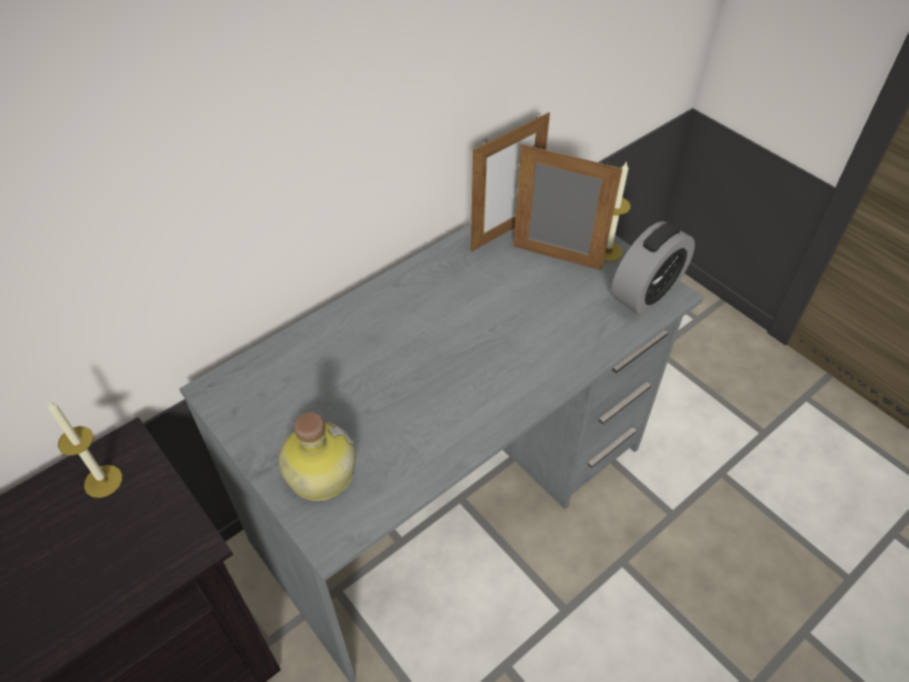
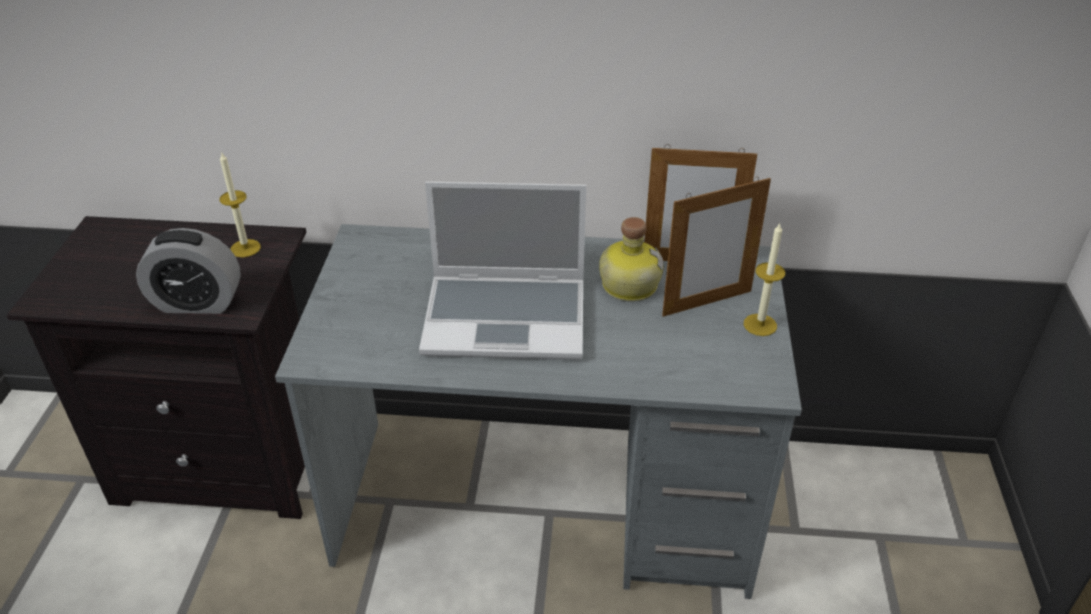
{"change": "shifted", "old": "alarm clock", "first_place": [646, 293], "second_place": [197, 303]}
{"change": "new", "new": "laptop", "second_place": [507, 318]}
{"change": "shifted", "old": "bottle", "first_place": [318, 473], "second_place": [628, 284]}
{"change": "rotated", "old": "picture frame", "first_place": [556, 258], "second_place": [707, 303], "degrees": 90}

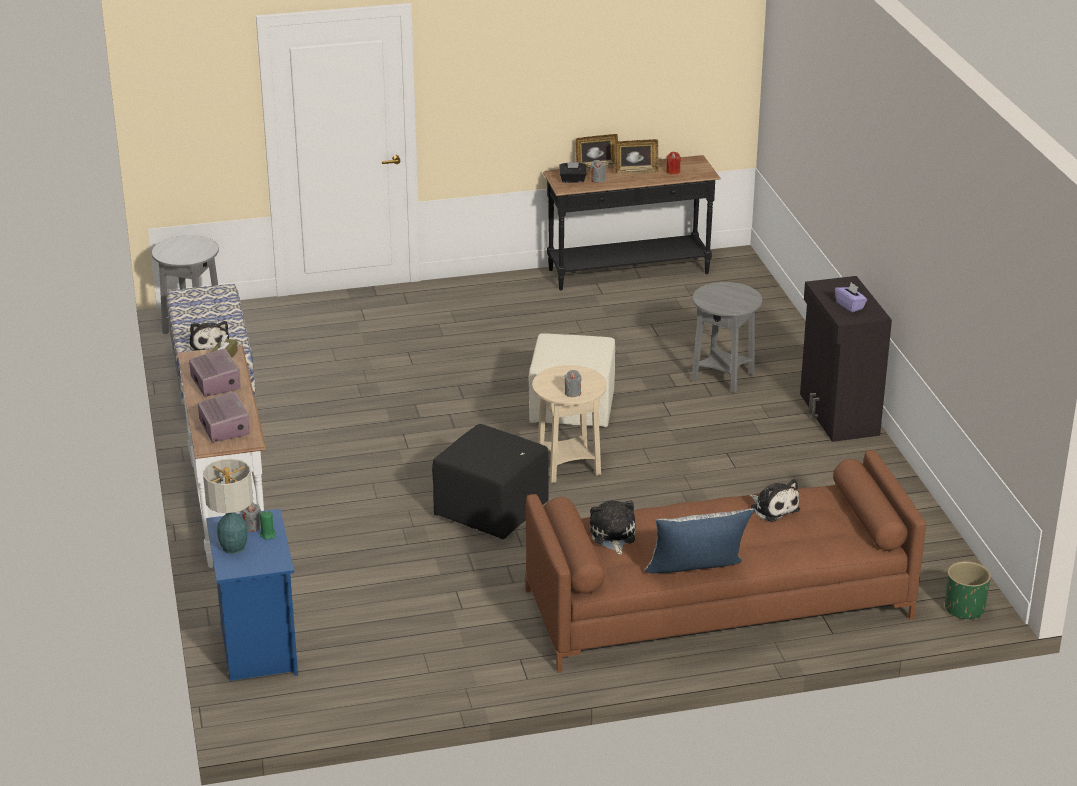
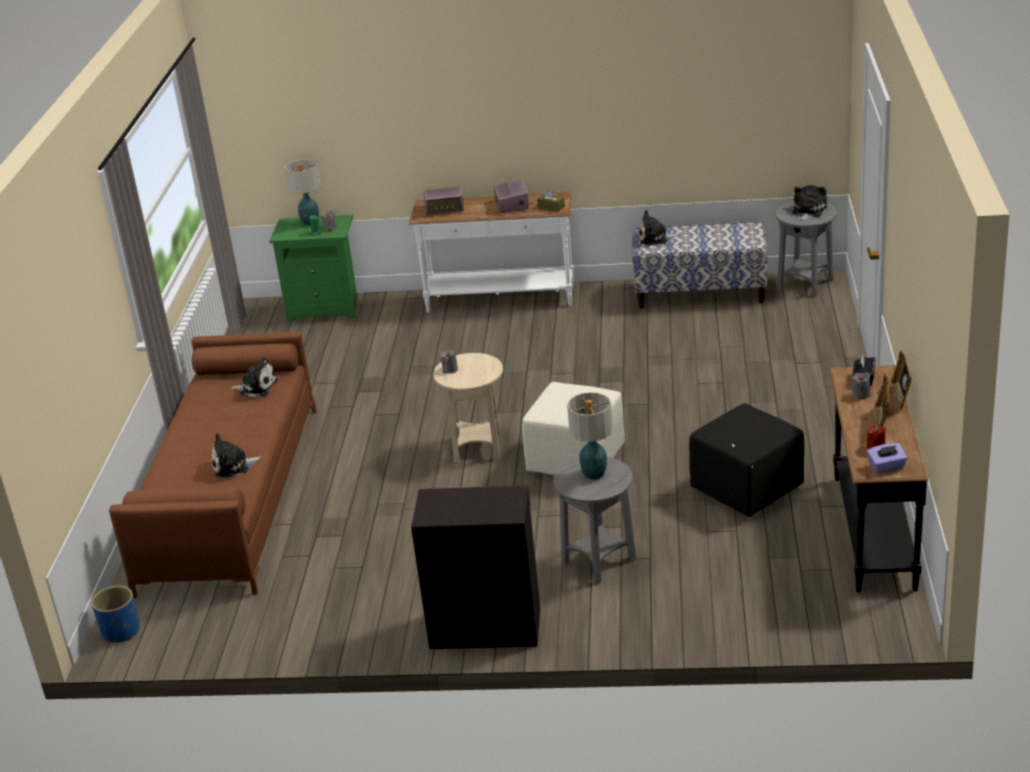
{"change": "repainted", "old": "green planter", "new": "blue planter", "first_place": [964, 609], "second_place": [121, 631]}
{"change": "repainted", "old": "blue nightstand", "new": "green nightstand", "first_place": [257, 649], "second_place": [326, 308]}
{"change": "rotated", "old": "radio", "first_place": [216, 383], "second_place": [512, 205], "degrees": -90}
{"change": "new", "new": "table lamp", "second_place": [594, 474]}
{"change": "shifted", "old": "black ottoman", "first_place": [492, 512], "second_place": [746, 489]}
{"change": "new", "new": "plush toy", "second_place": [808, 211]}
{"change": "shifted", "old": "purple tissue box", "first_place": [850, 306], "second_place": [886, 467]}
{"change": "gone", "old": "pillow", "first_place": [696, 575]}

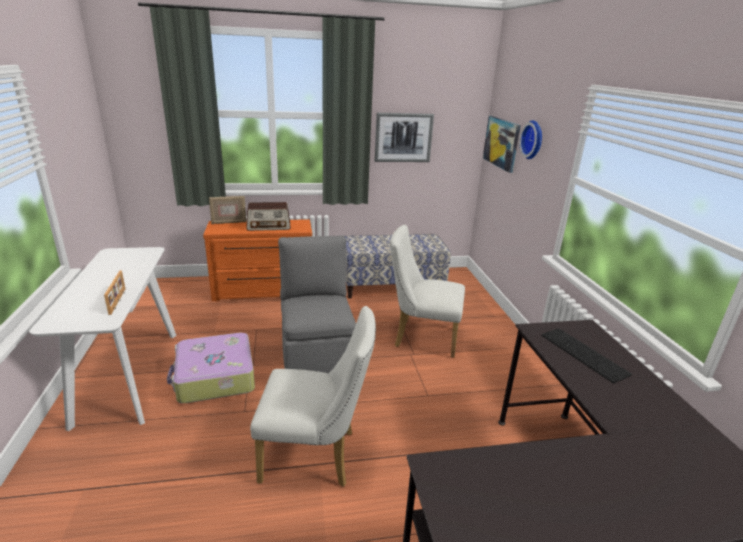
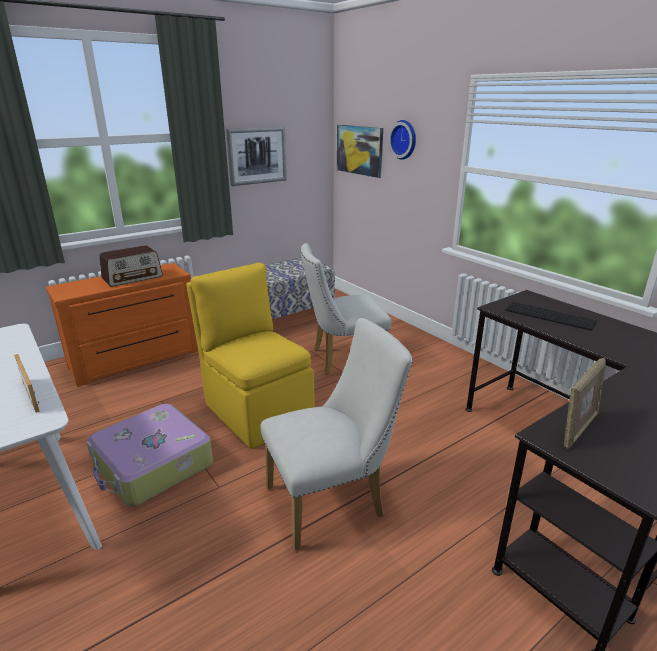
{"change": "repainted", "old": "grey chair", "new": "yellow chair", "first_place": [317, 360], "second_place": [257, 410]}
{"change": "shifted", "old": "picture frame", "first_place": [229, 222], "second_place": [578, 429]}

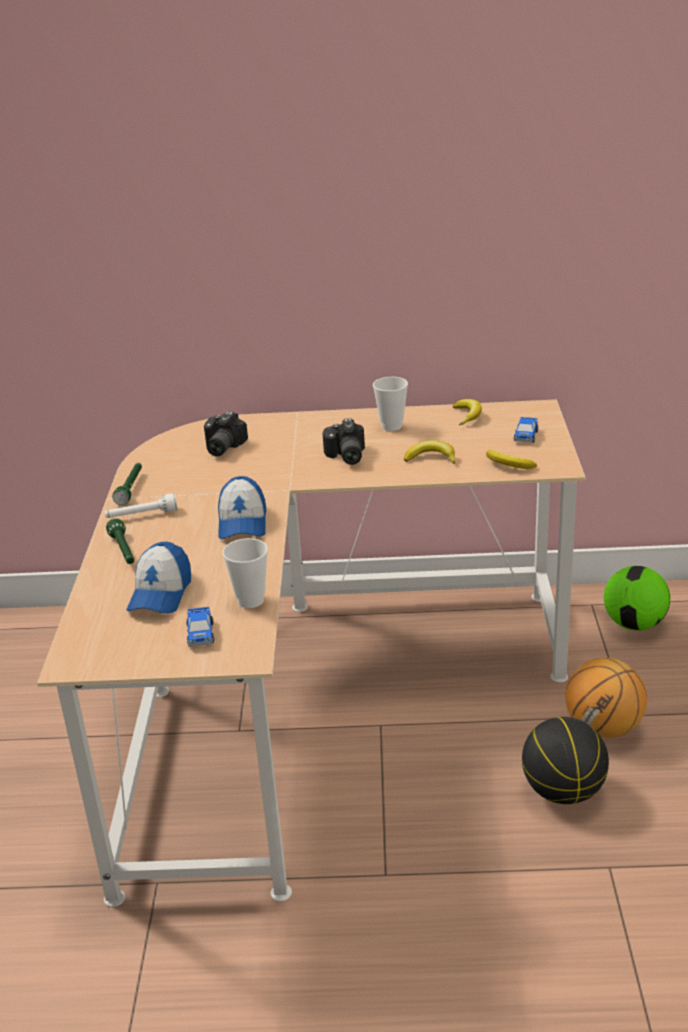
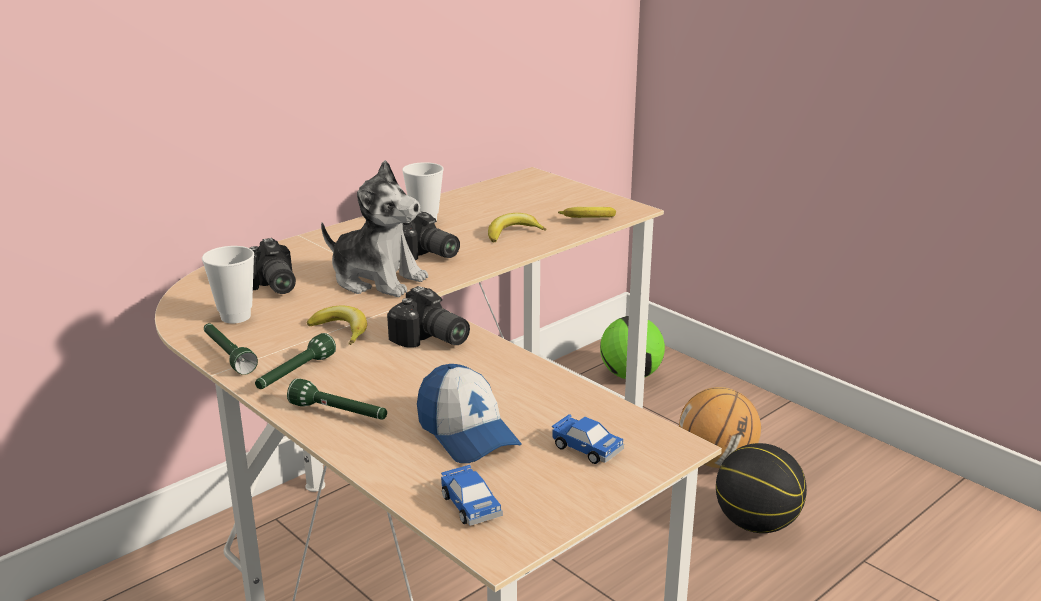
{"change": "shifted", "old": "cup", "first_place": [250, 600], "second_place": [235, 317]}
{"change": "repainted", "old": "white flashlight", "new": "green flashlight", "first_place": [142, 515], "second_place": [295, 374]}
{"change": "shifted", "old": "banana", "first_place": [467, 416], "second_place": [341, 330]}
{"change": "new", "new": "plush toy", "second_place": [377, 279]}
{"change": "swapped", "old": "cap", "new": "photo camera", "first_place": [242, 523], "second_place": [430, 340]}
{"change": "shifted", "old": "toy car", "first_place": [526, 436], "second_place": [470, 505]}

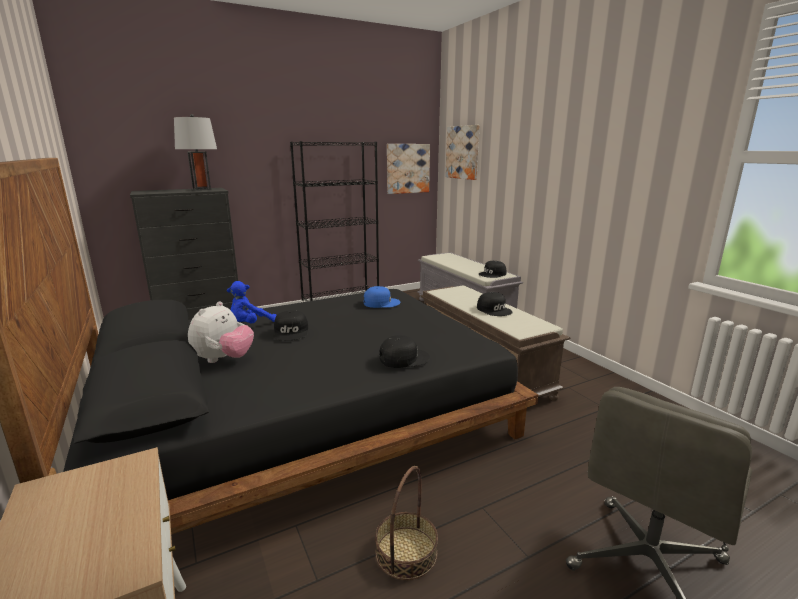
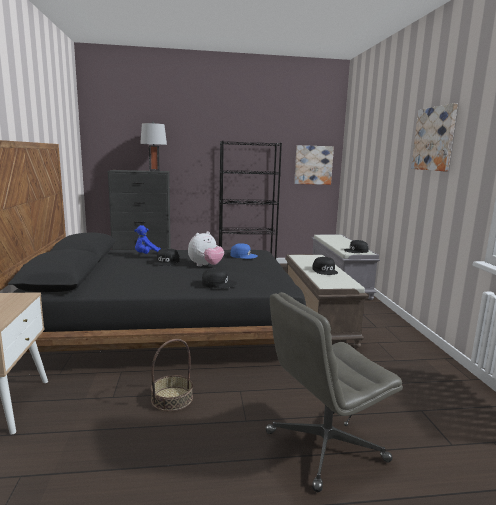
{"change": "shifted", "old": "plush toy", "first_place": [224, 359], "second_place": [205, 266]}
{"change": "shifted", "old": "picture", "first_place": [463, 152], "second_place": [434, 139]}

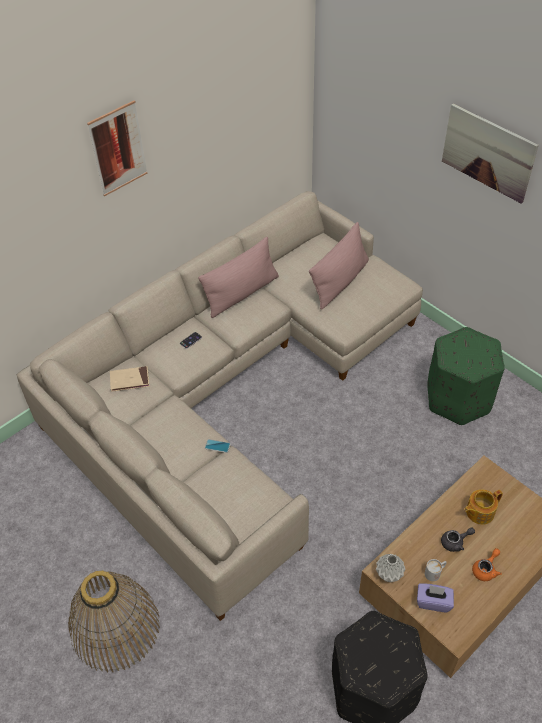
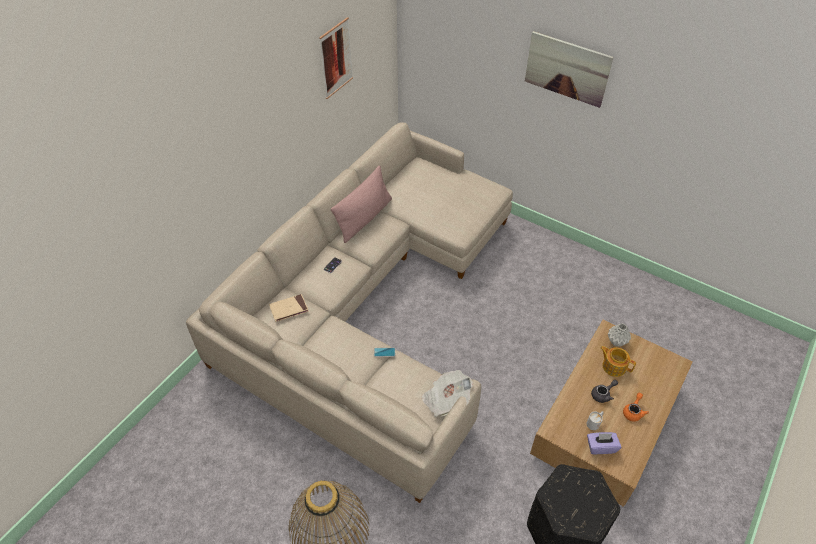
{"change": "shifted", "old": "picture", "first_place": [118, 149], "second_place": [336, 58]}
{"change": "new", "new": "newspaper", "second_place": [446, 400]}
{"change": "rotated", "old": "teapot", "first_place": [479, 512], "second_place": [613, 366], "degrees": 75}
{"change": "shifted", "old": "grey vase", "first_place": [388, 574], "second_place": [616, 342]}
{"change": "gone", "old": "pink pillow", "first_place": [340, 282]}
{"change": "gone", "old": "green ottoman", "first_place": [458, 398]}

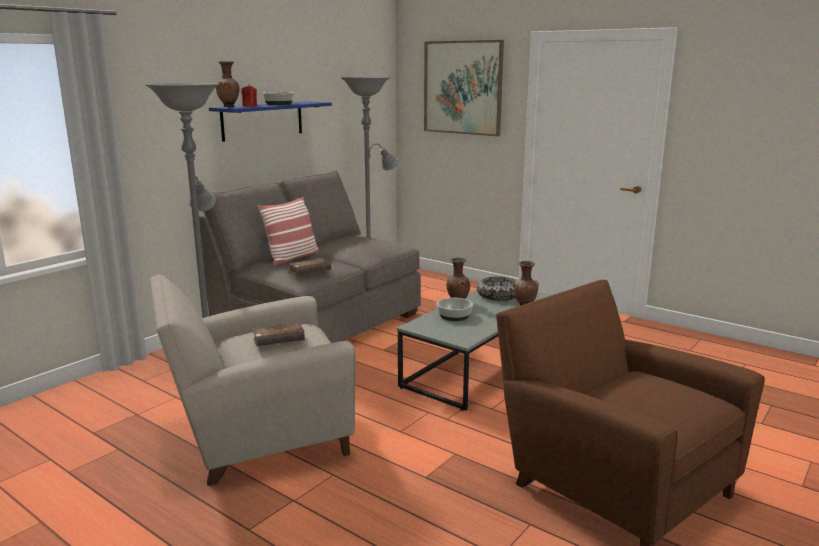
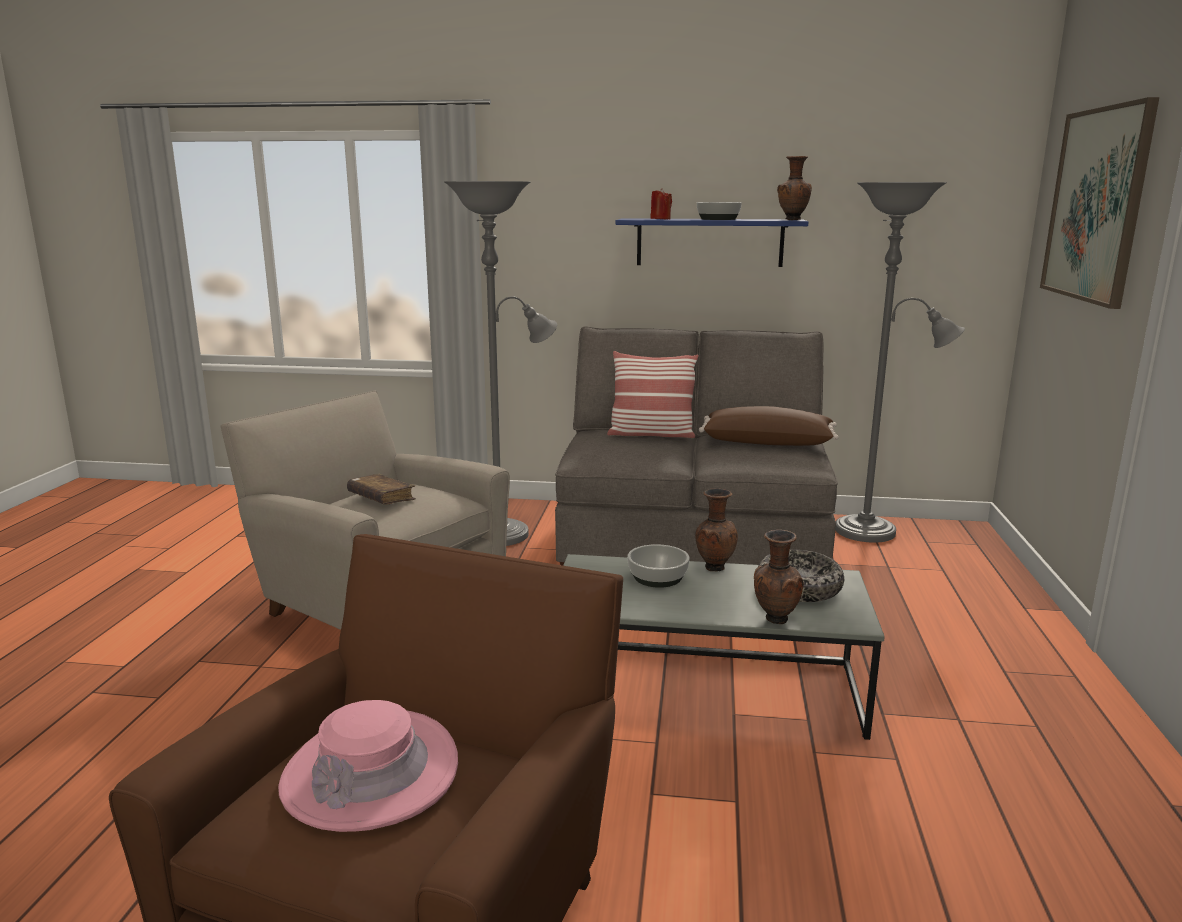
{"change": "new", "new": "pink hat", "second_place": [370, 772]}
{"change": "new", "new": "brown pillow", "second_place": [767, 442]}
{"change": "shifted", "old": "brown vase", "first_place": [229, 107], "second_place": [792, 220]}
{"change": "gone", "old": "brown book", "first_place": [309, 272]}

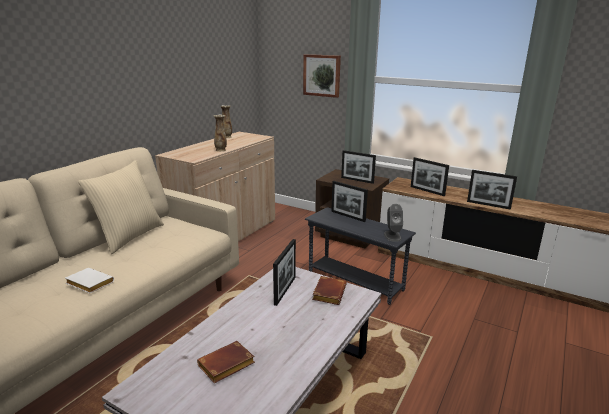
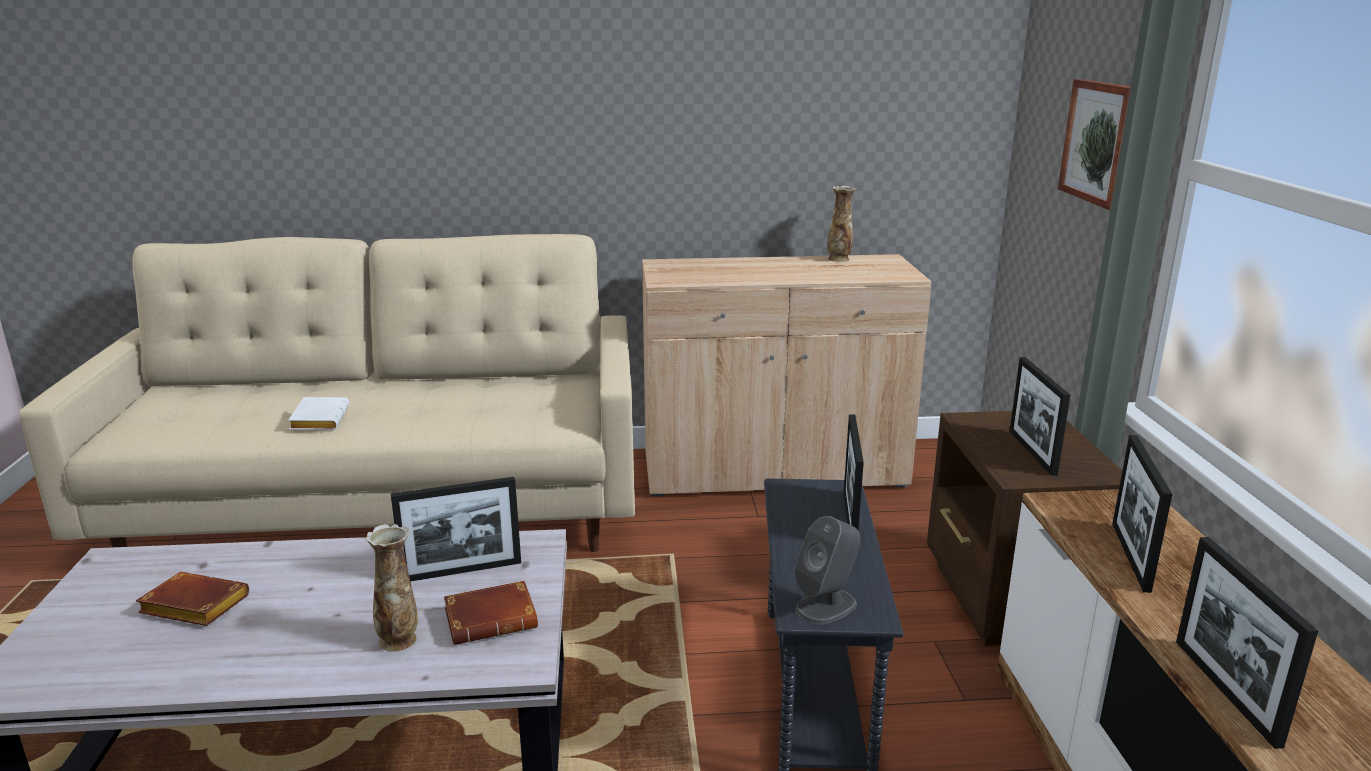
{"change": "shifted", "old": "vase", "first_place": [221, 150], "second_place": [399, 640]}
{"change": "gone", "old": "beige pillow", "first_place": [129, 236]}

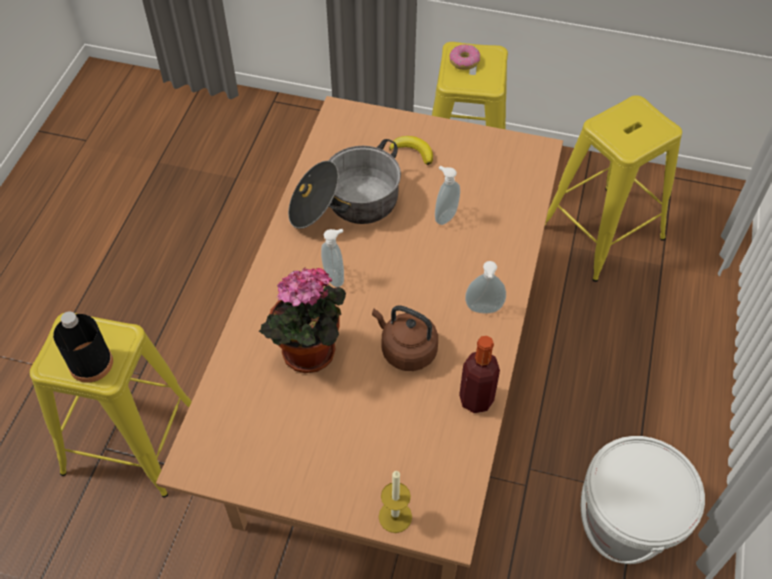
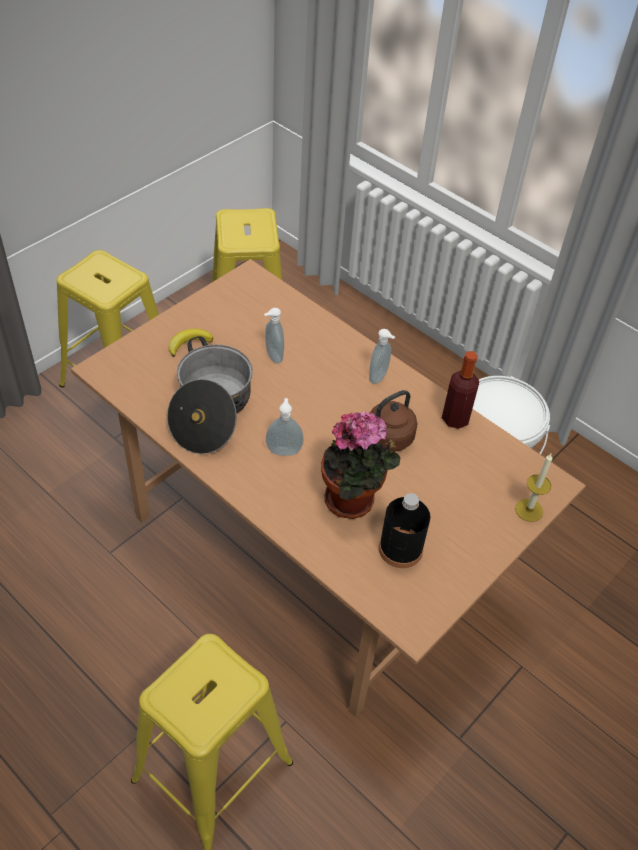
{"change": "shifted", "old": "black bottle", "first_place": [91, 363], "second_place": [400, 549]}
{"change": "gone", "old": "donut", "first_place": [464, 61]}

